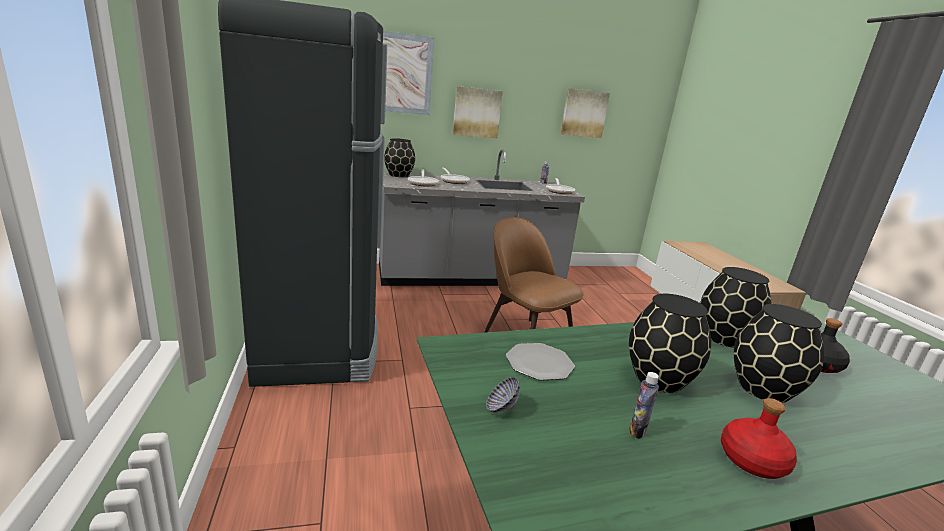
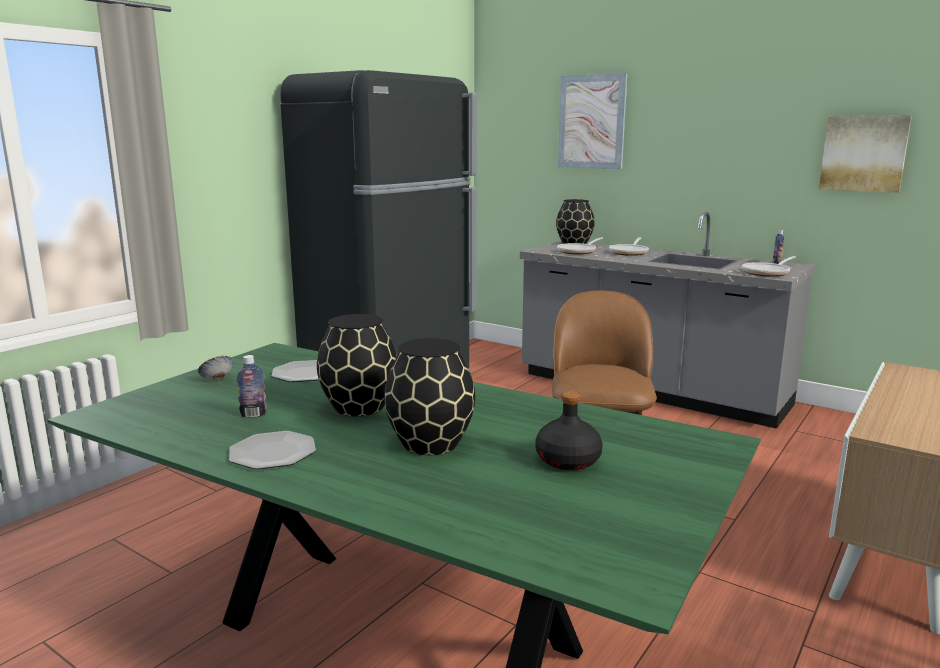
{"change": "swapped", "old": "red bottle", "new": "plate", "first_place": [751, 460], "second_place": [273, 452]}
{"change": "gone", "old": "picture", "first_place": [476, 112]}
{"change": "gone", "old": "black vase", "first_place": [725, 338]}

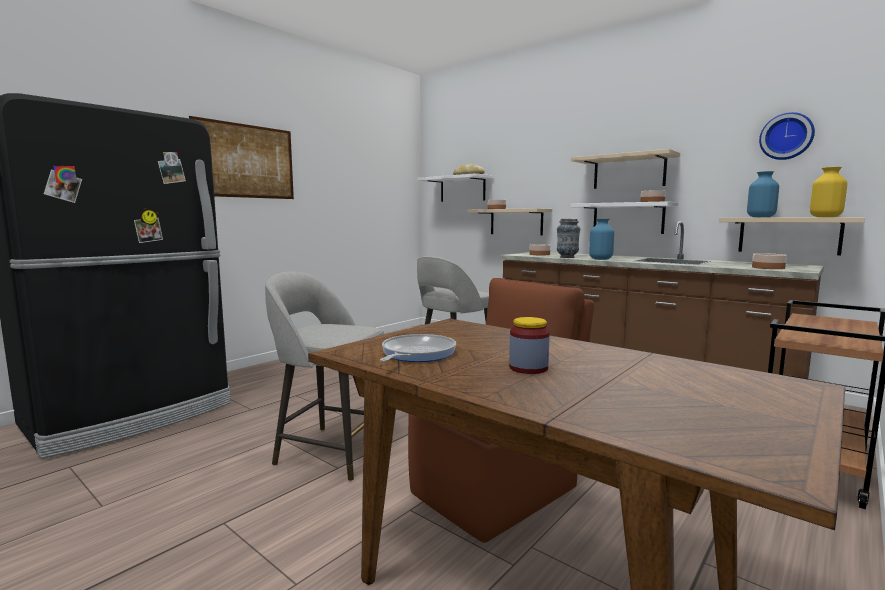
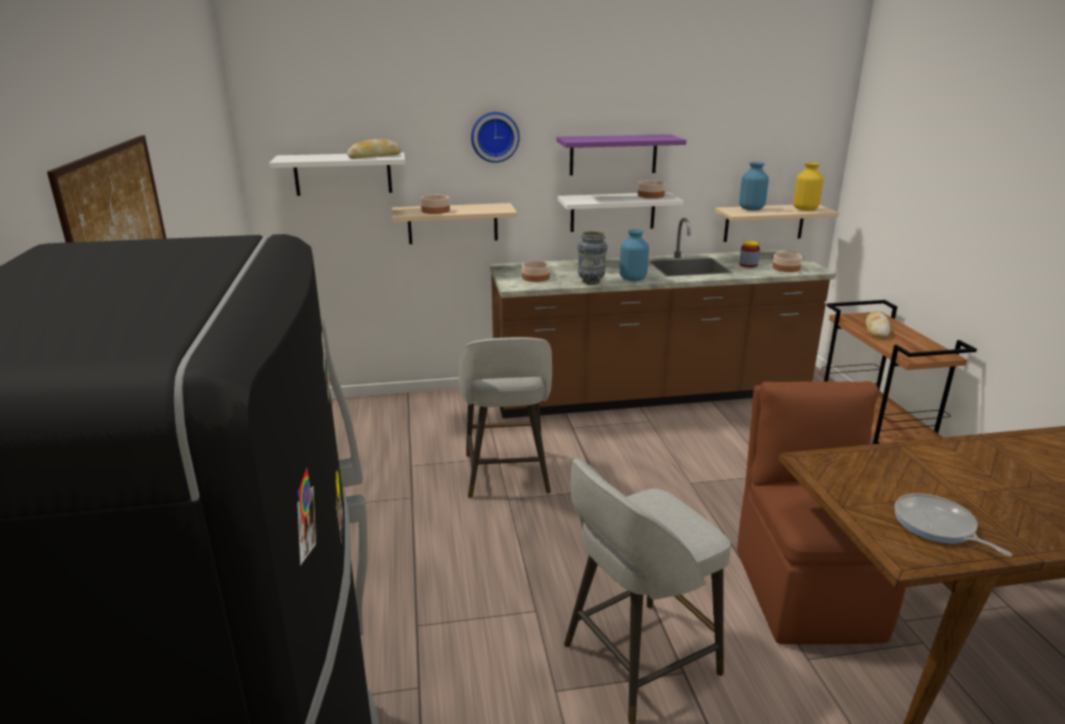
{"change": "shifted", "old": "wall clock", "first_place": [786, 136], "second_place": [494, 136]}
{"change": "repainted", "old": "beige shelf", "new": "purple shelf", "first_place": [629, 172], "second_place": [613, 155]}
{"change": "shifted", "old": "jar", "first_place": [528, 368], "second_place": [748, 265]}
{"change": "new", "new": "bread", "second_place": [876, 329]}

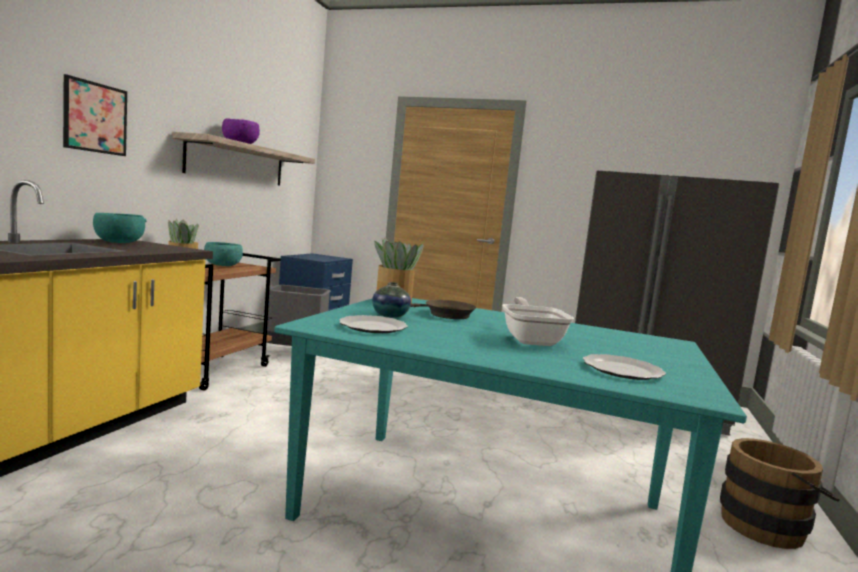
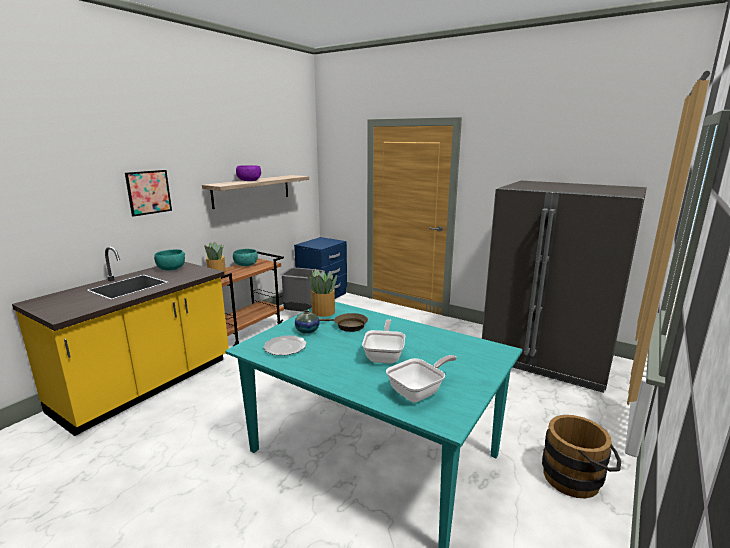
{"change": "swapped", "old": "plate", "new": "frying pan", "first_place": [623, 370], "second_place": [419, 392]}

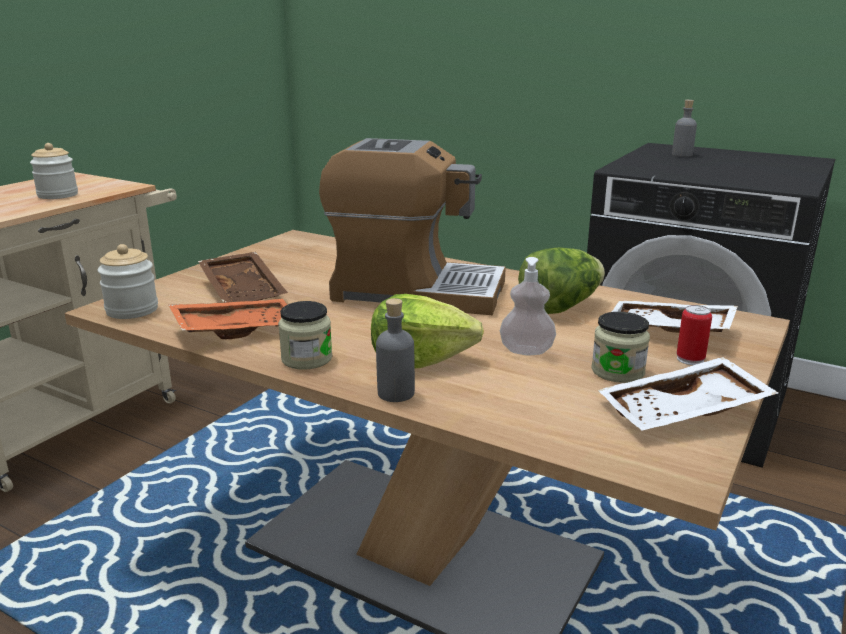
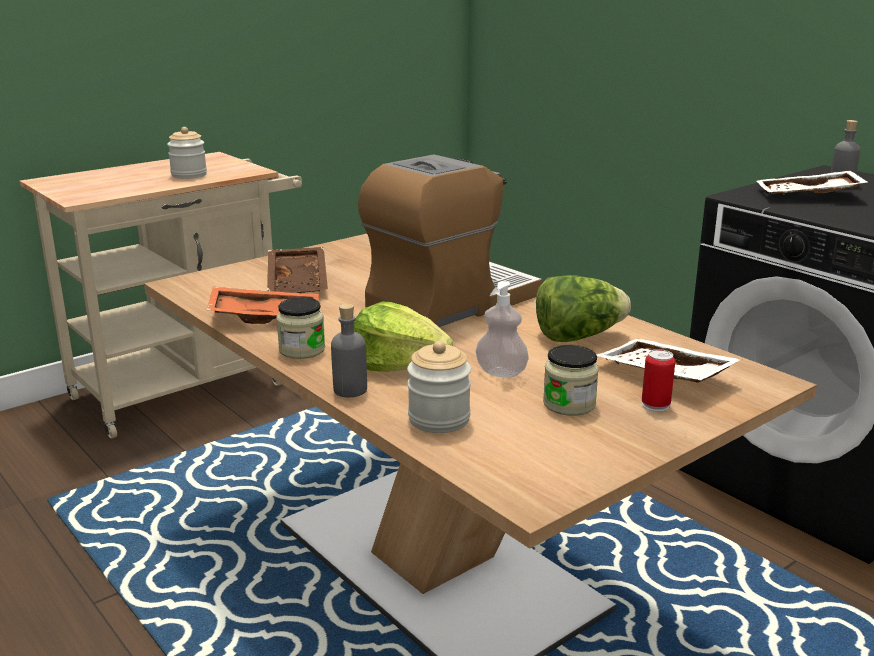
{"change": "rotated", "old": "coffee machine", "first_place": [415, 291], "second_place": [451, 303], "degrees": -75}
{"change": "shifted", "old": "jar", "first_place": [132, 310], "second_place": [439, 419]}
{"change": "shifted", "old": "white tray", "first_place": [684, 413], "second_place": [808, 196]}

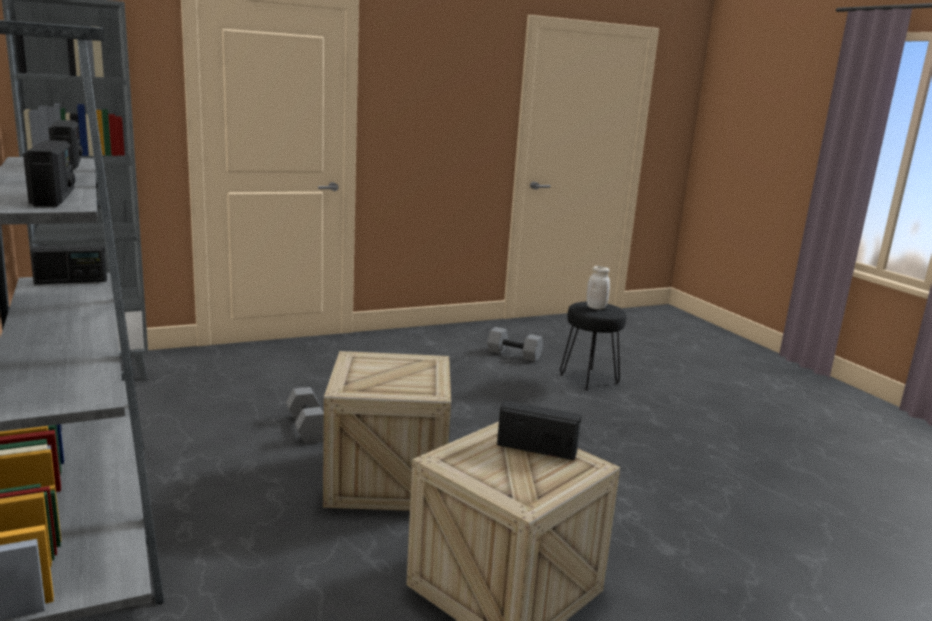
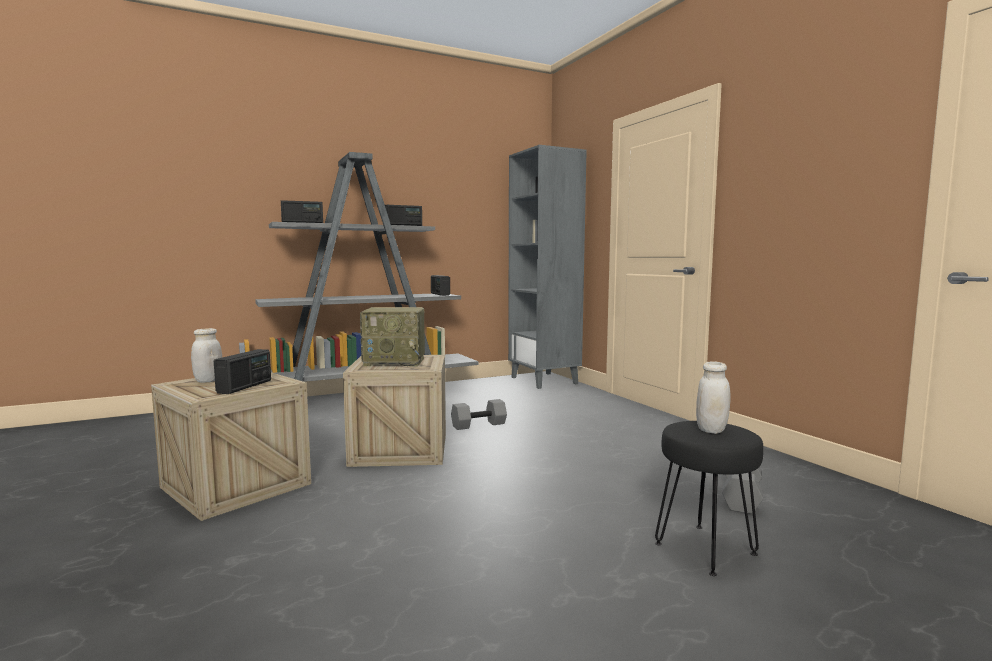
{"change": "new", "new": "white jar", "second_place": [208, 380]}
{"change": "new", "new": "radio", "second_place": [396, 362]}

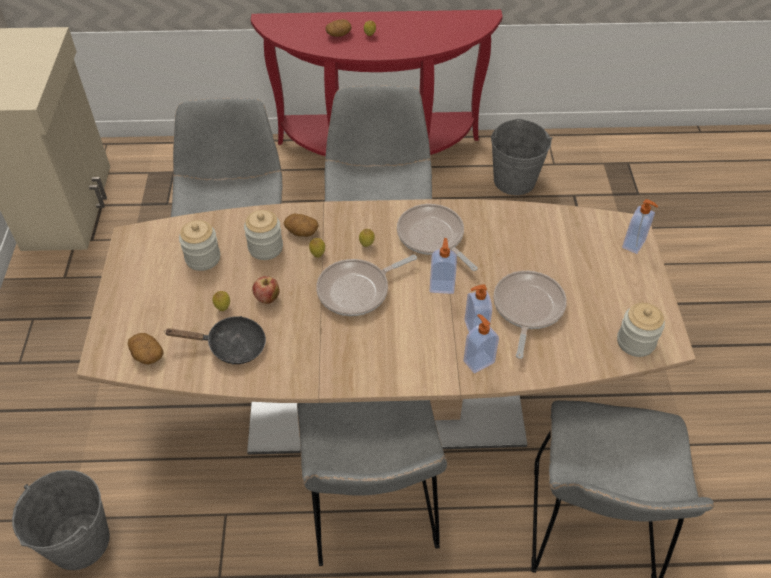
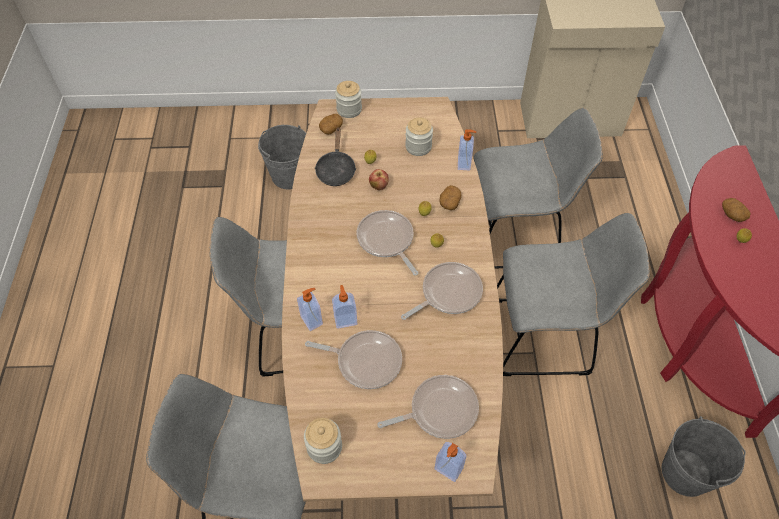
{"change": "shifted", "old": "jar", "first_place": [265, 248], "second_place": [349, 109]}
{"change": "new", "new": "frying pan", "second_place": [439, 410]}
{"change": "shifted", "old": "soap dispenser", "first_place": [441, 286], "second_place": [464, 164]}

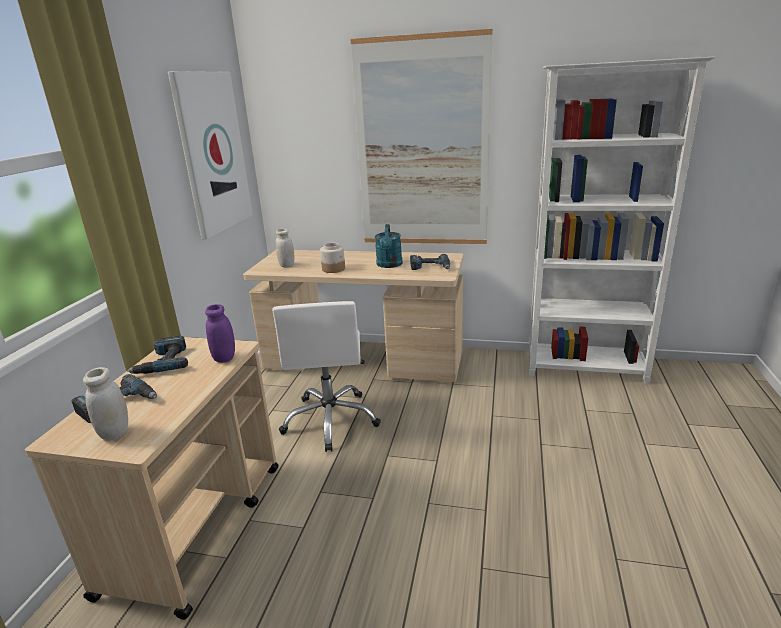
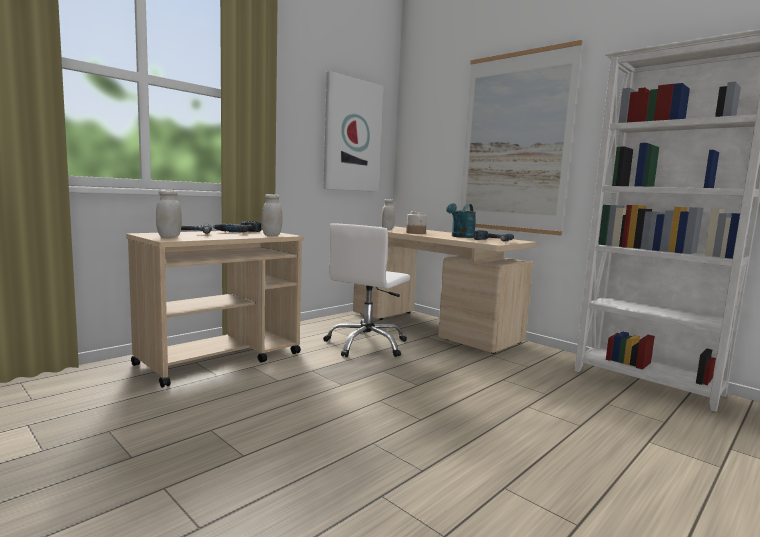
{"change": "repainted", "old": "purple jar", "new": "white jar", "first_place": [224, 358], "second_place": [272, 235]}

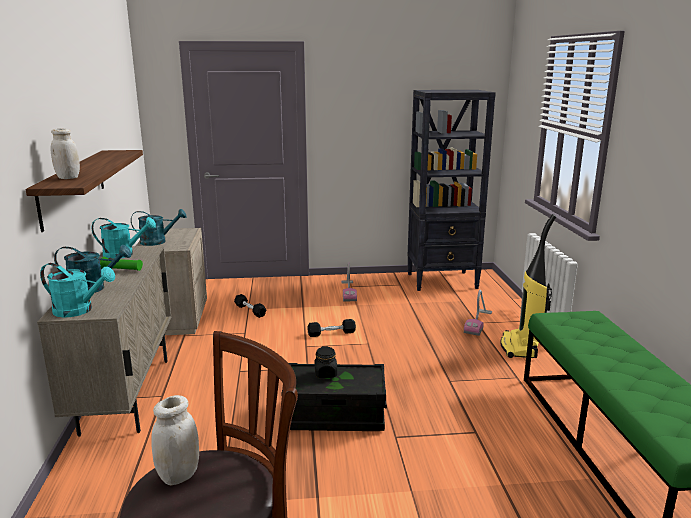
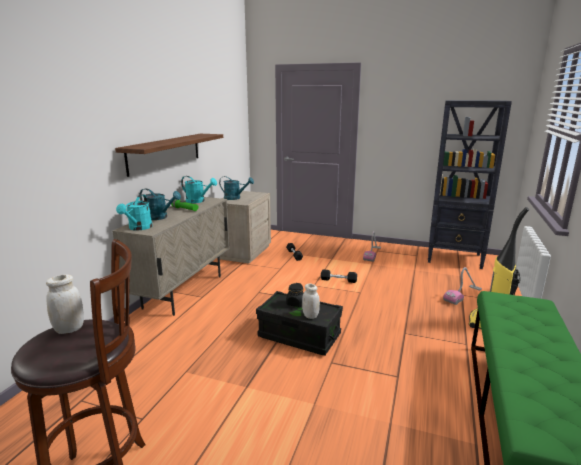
{"change": "rotated", "old": "turquoise watering can", "first_place": [79, 310], "second_place": [138, 228], "degrees": 60}
{"change": "shifted", "old": "white jar", "first_place": [68, 177], "second_place": [310, 316]}

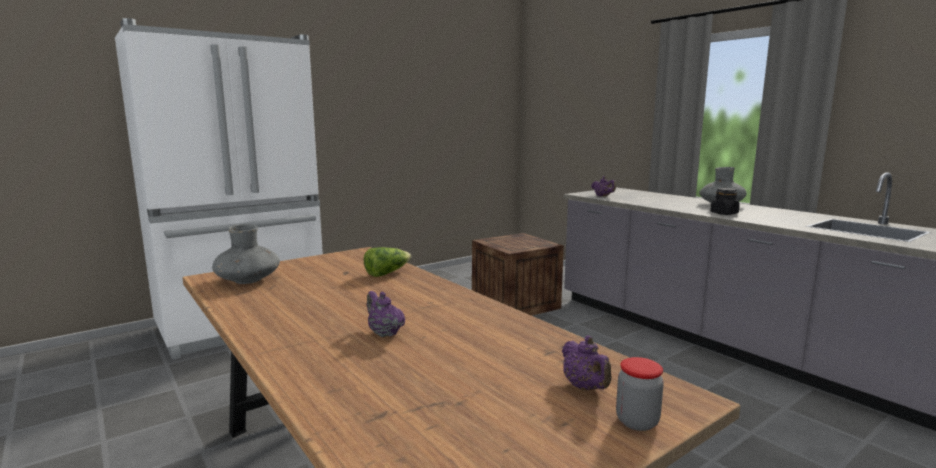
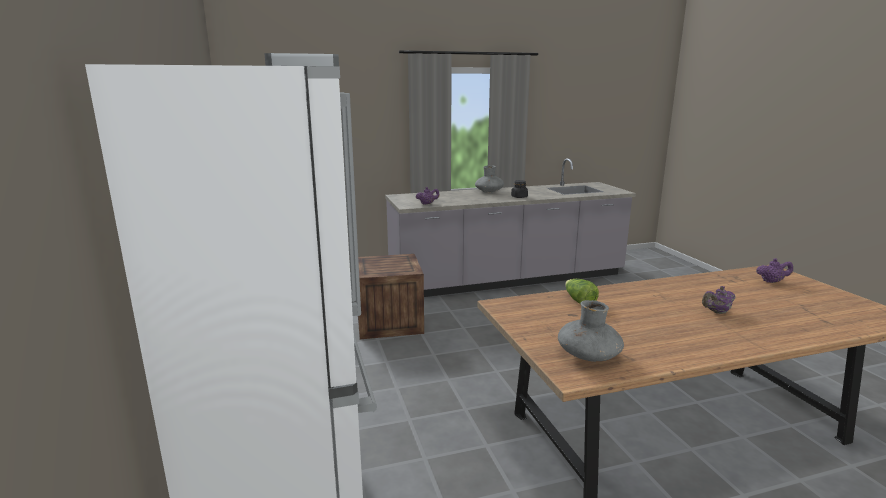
{"change": "gone", "old": "jar", "first_place": [637, 421]}

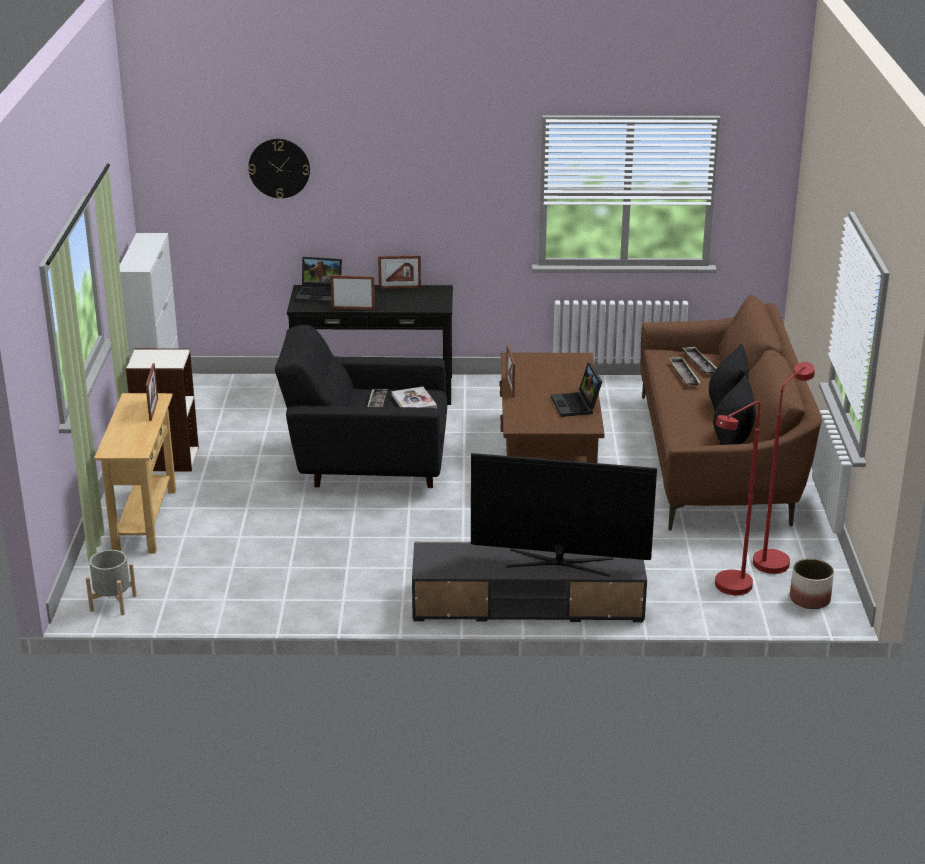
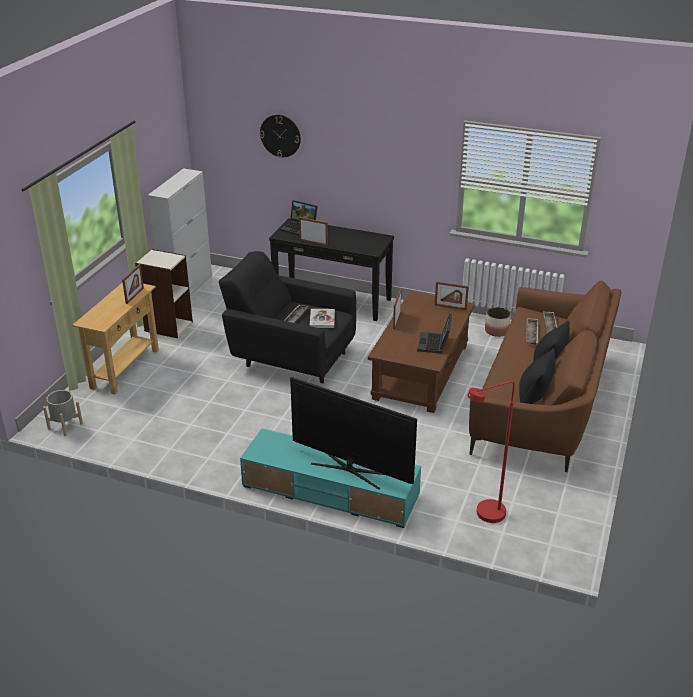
{"change": "repainted", "old": "grey tv stand", "new": "turquoise tv stand", "first_place": [527, 602], "second_place": [330, 490]}
{"change": "shifted", "old": "picture frame", "first_place": [399, 288], "second_place": [450, 307]}
{"change": "shifted", "old": "planter", "first_place": [810, 599], "second_place": [496, 331]}
{"change": "gone", "old": "red floor lamp", "first_place": [774, 558]}

